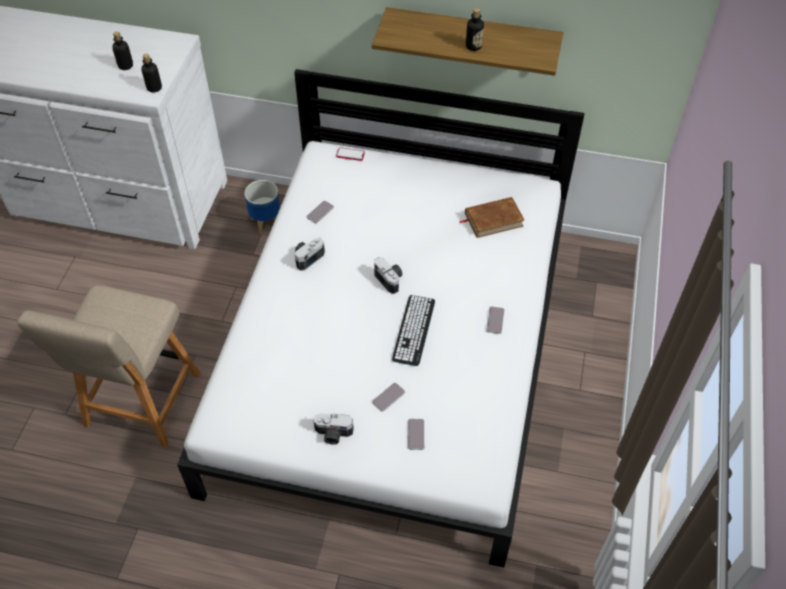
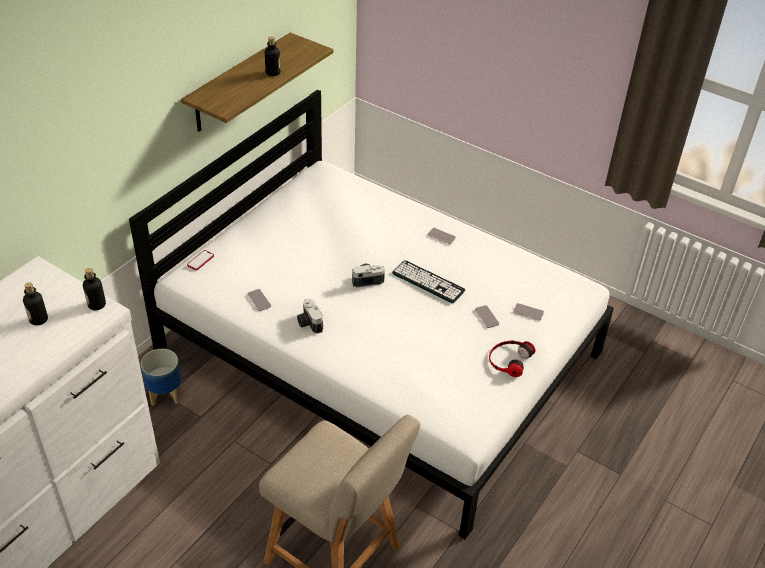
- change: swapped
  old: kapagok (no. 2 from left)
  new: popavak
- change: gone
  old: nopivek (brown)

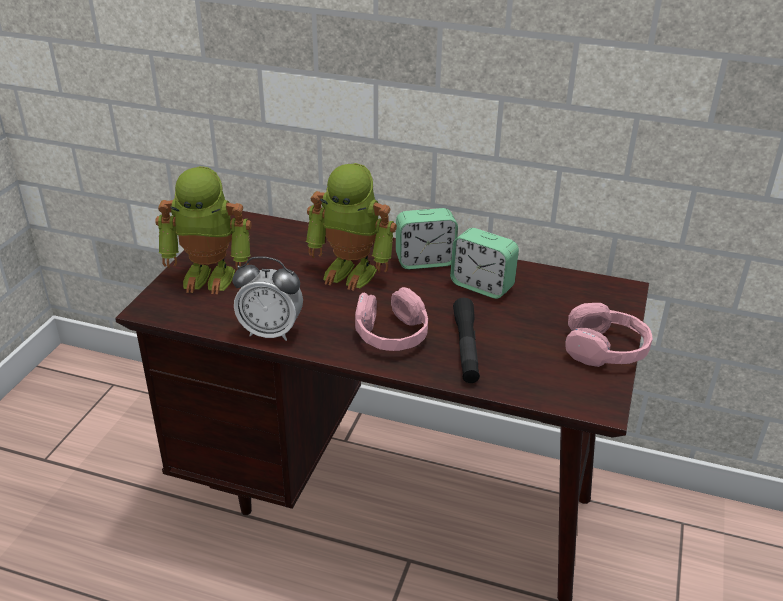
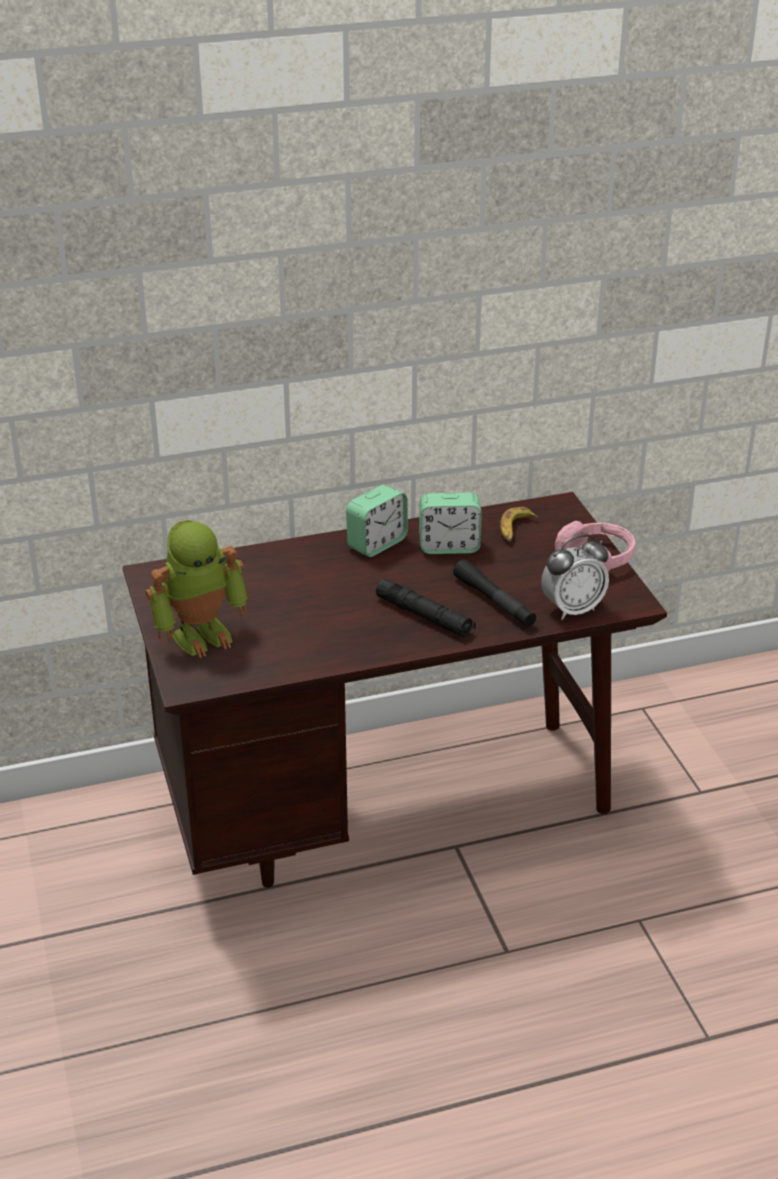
- change: shifted
  old: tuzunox (no. 1 from left in the first image)
  new: tuzunox (no. 3 from left)
- change: gone
  old: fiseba (no. 2 from left)
- change: swapped
  old: popavak (pink) (no. 1 from left)
  new: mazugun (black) (no. 1 from left)
- change: new
  new: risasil

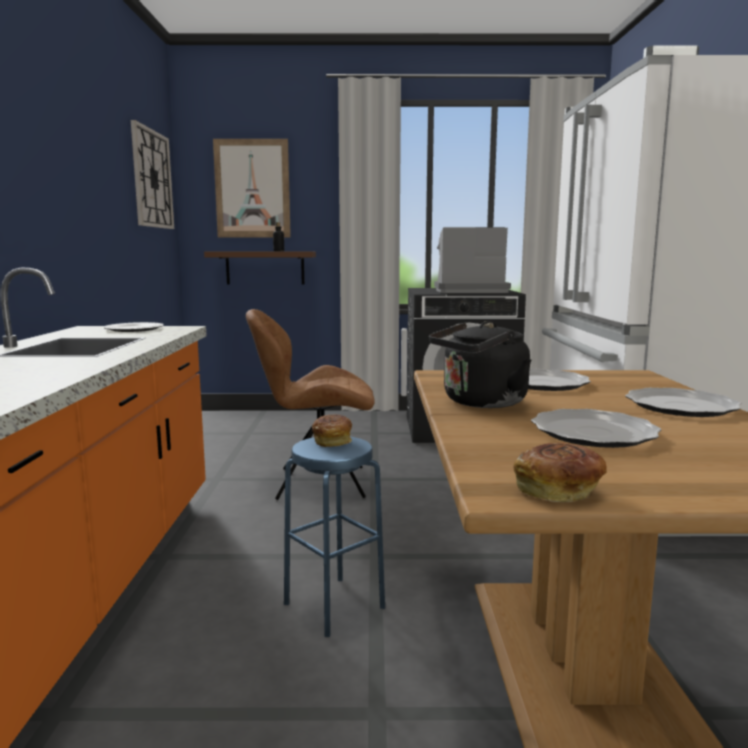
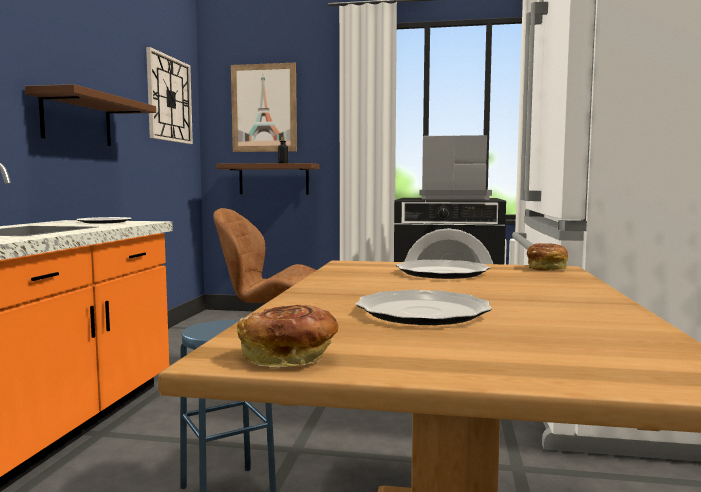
- change: shifted
  old: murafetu (no. 1 from left in the first image)
  new: murafetu (no. 2 from left)
- change: gone
  old: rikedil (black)
- change: gone
  old: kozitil (no. 4 from left)
- change: new
  new: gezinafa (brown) (no. 1 from left)

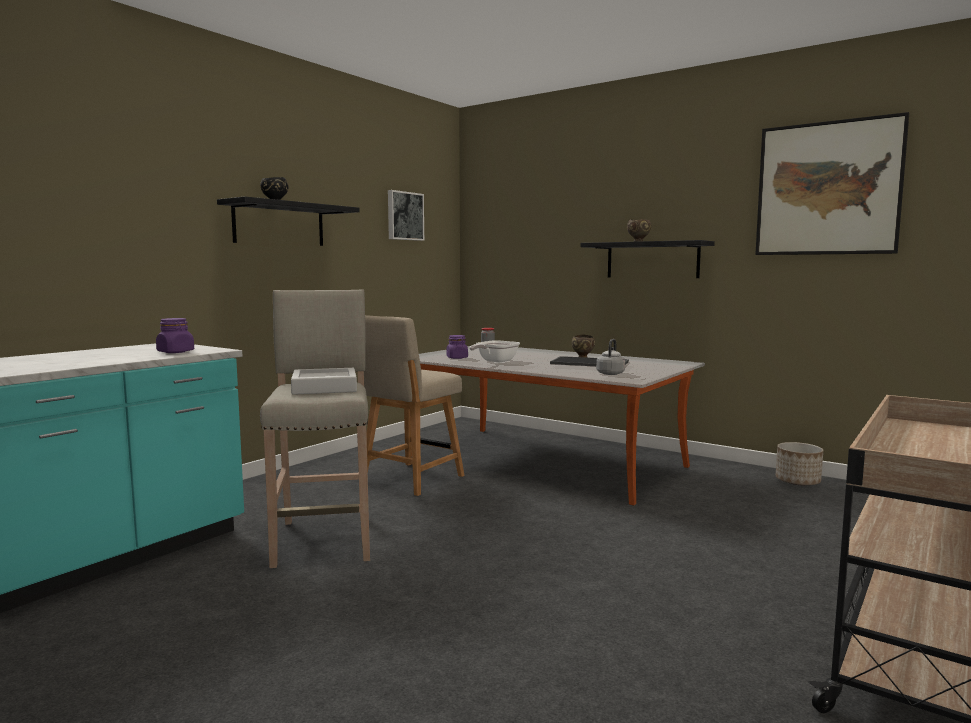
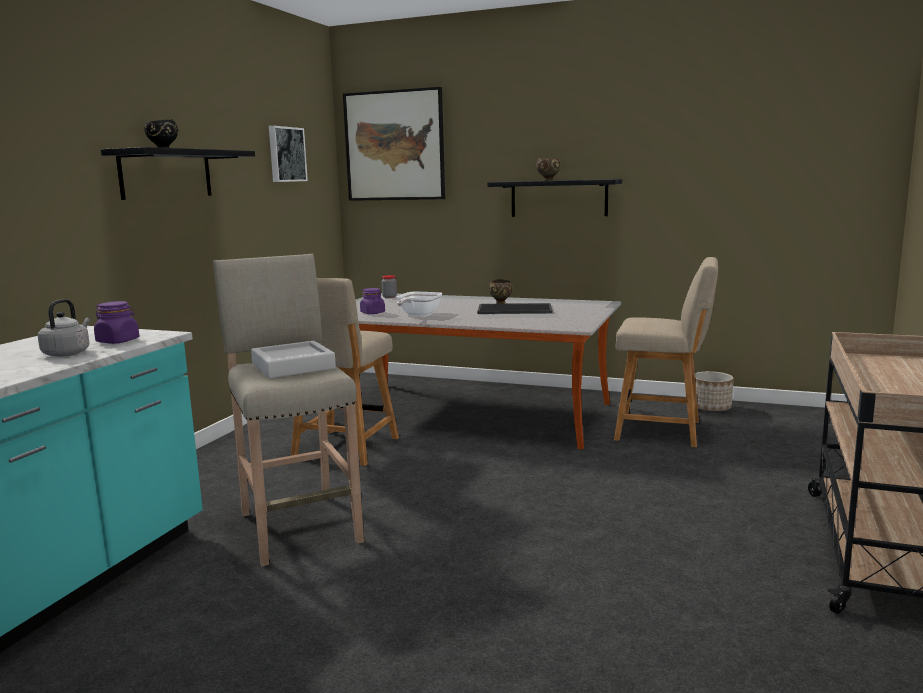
- change: shifted
  old: rikedil (grey)
- change: shifted
  old: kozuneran (no. 2 from left)
- change: new
  new: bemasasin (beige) (no. 2 from left)

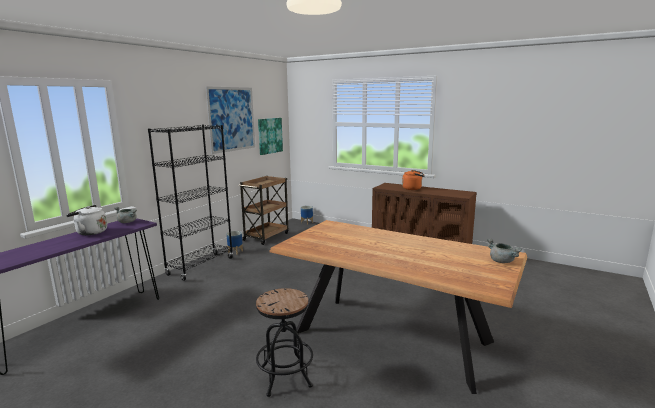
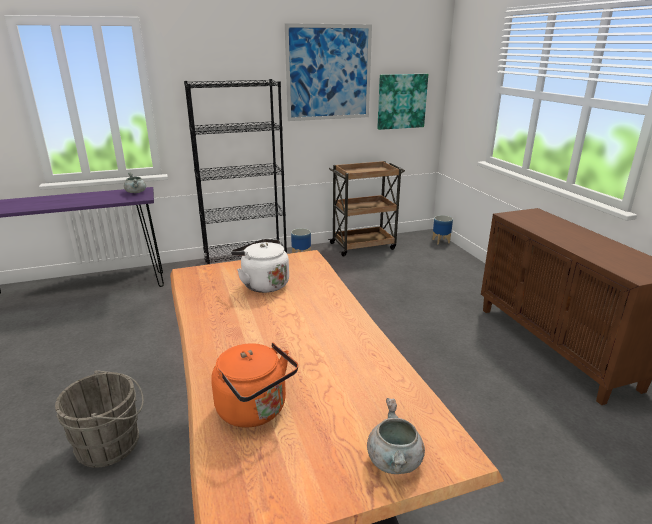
- change: shifted
  old: rikedil (white)
- change: swapped
  old: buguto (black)
  new: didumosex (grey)
- change: shifted
  old: rikedil (orange)

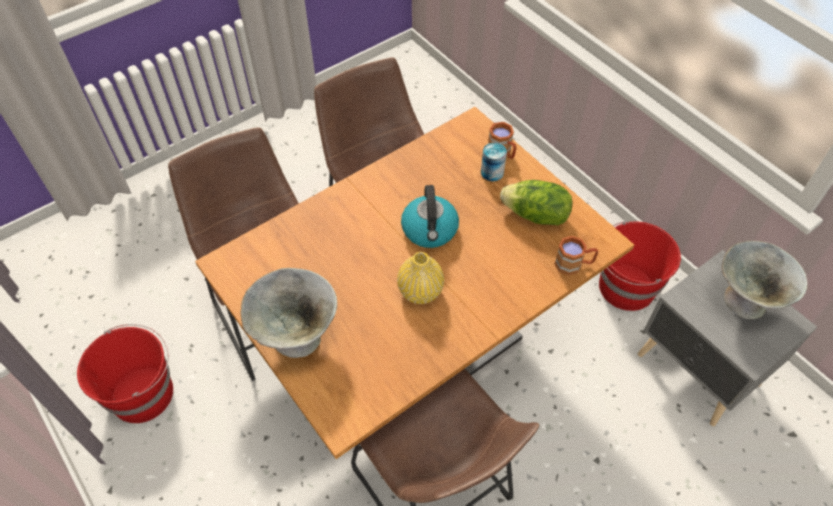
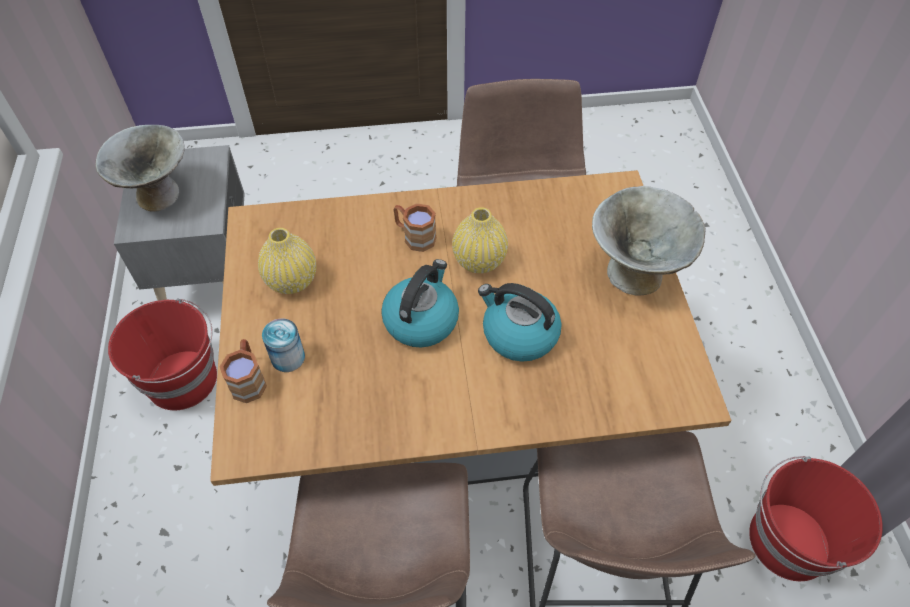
- change: swapped
  old: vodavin
  new: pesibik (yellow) (no. 1 from left)
- change: shifted
  old: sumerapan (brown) (no. 2 from left)
- change: new
  new: rikedil (no. 2 from left)

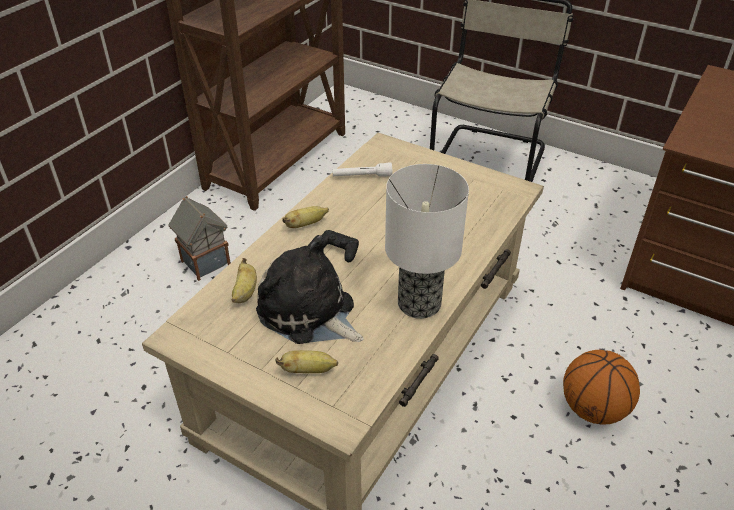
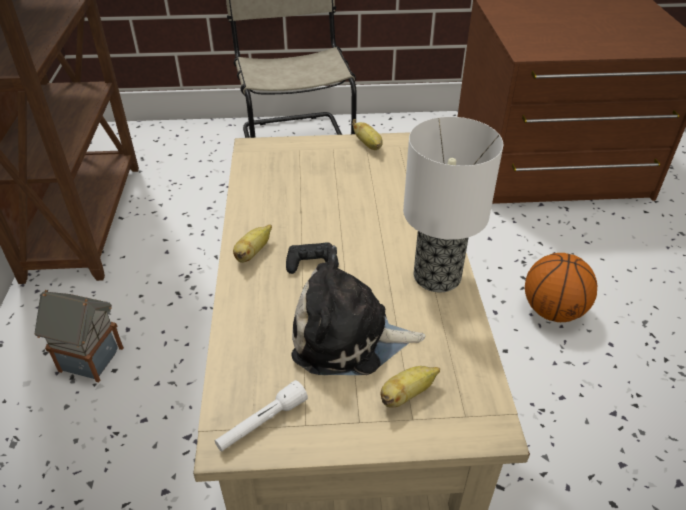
- change: shifted
  old: risasil (no. 1 from left in the first image)
  new: risasil (no. 2 from left)
- change: shifted
  old: mazugun (white)

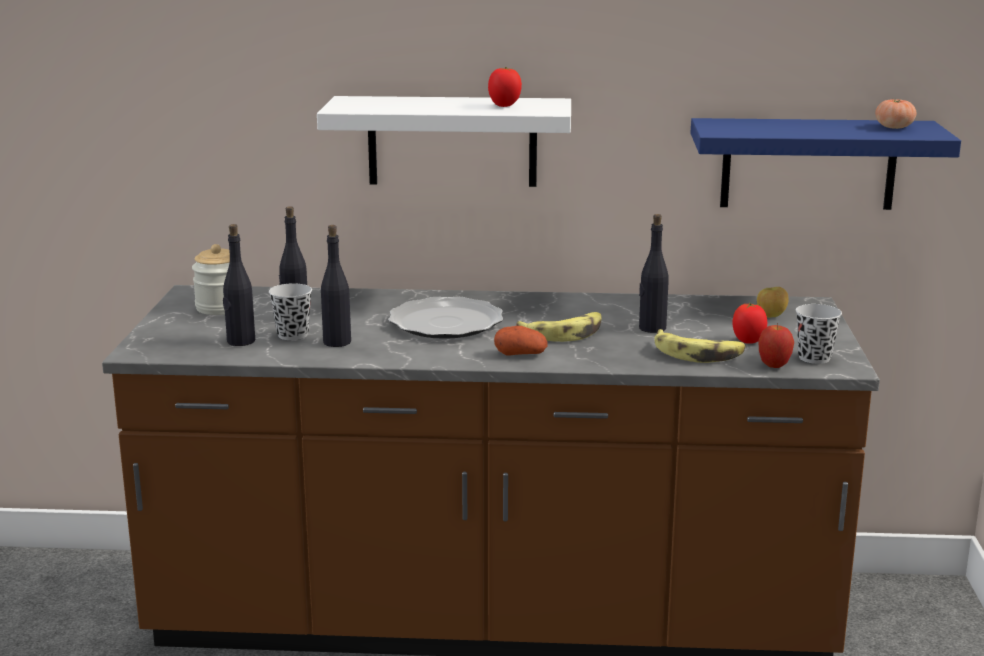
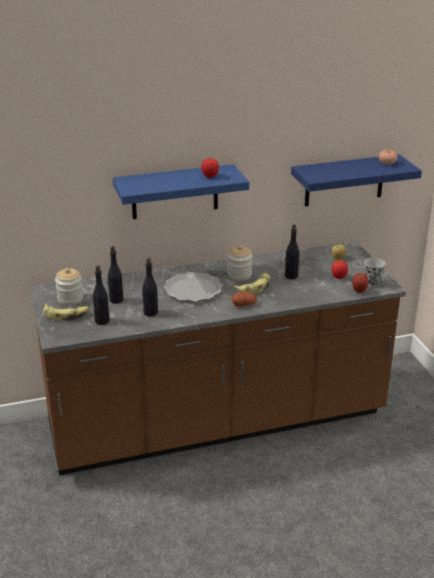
- change: gone
  old: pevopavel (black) (no. 1 from left)
- change: repainted
  old: gezinafa (white)
  new: gezinafa (blue) (no. 1 from left)
- change: shifted
  old: risasil (no. 2 from left in the first image)
  new: risasil (no. 1 from left)
- change: new
  new: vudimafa (no. 2 from left)

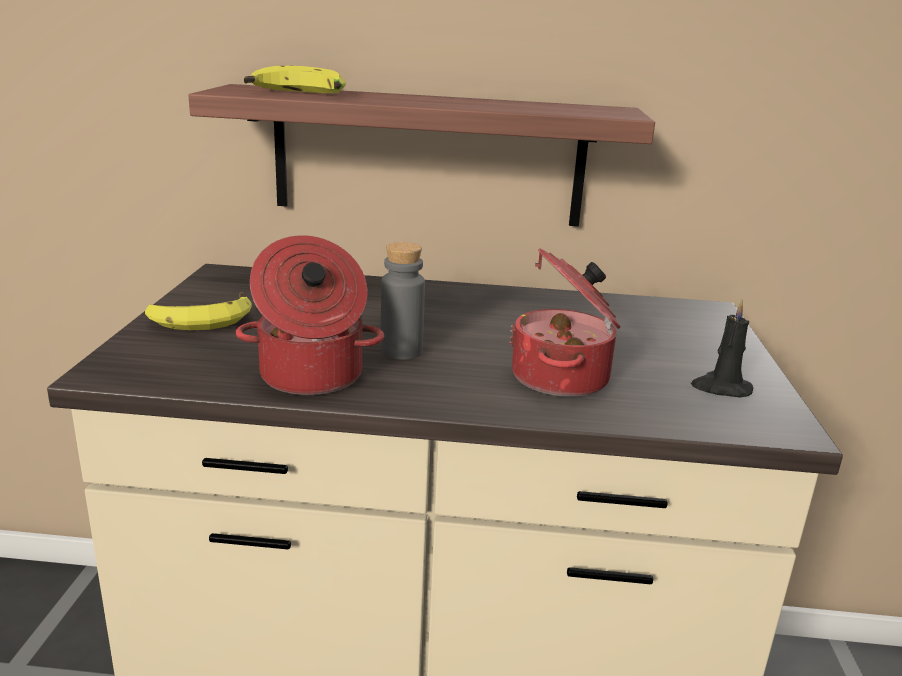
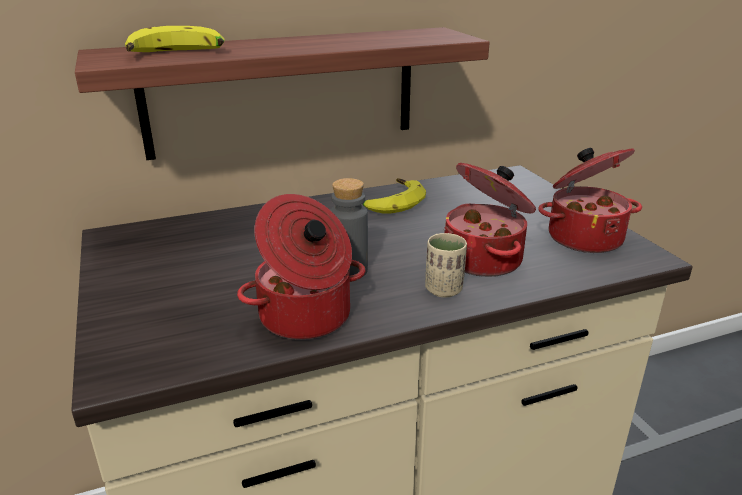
- change: shifted
  old: risasil (no. 1 from left in the first image)
  new: risasil (no. 2 from left)
- change: swapped
  old: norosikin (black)
  new: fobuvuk (no. 3 from left)
- change: new
  new: pevopavel (beige)

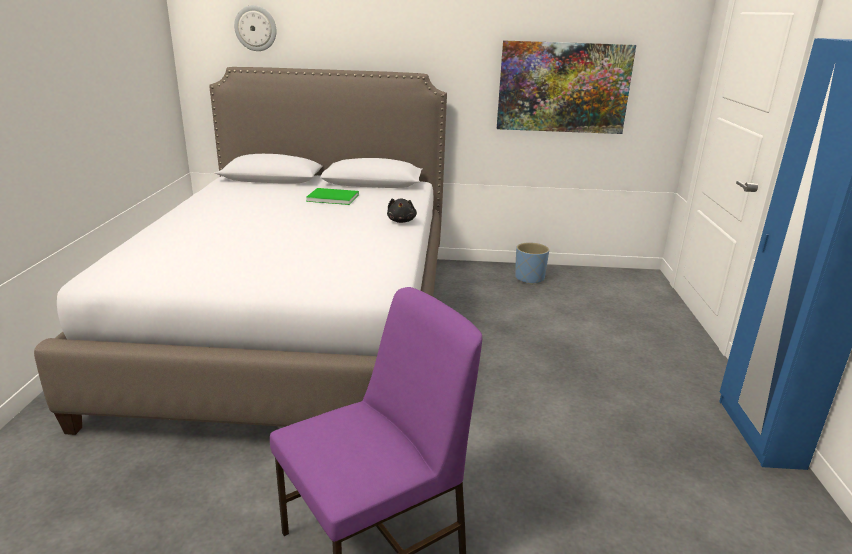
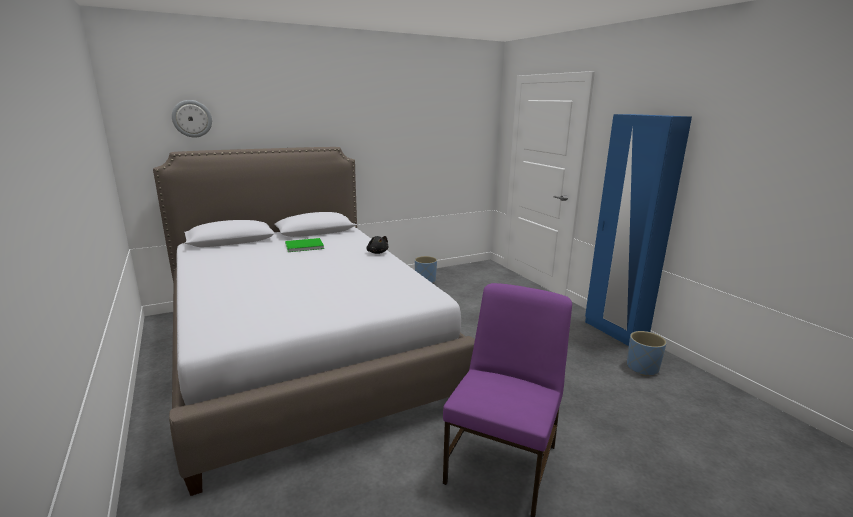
- change: gone
  old: kozuneran
- change: new
  new: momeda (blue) (no. 2 from left)

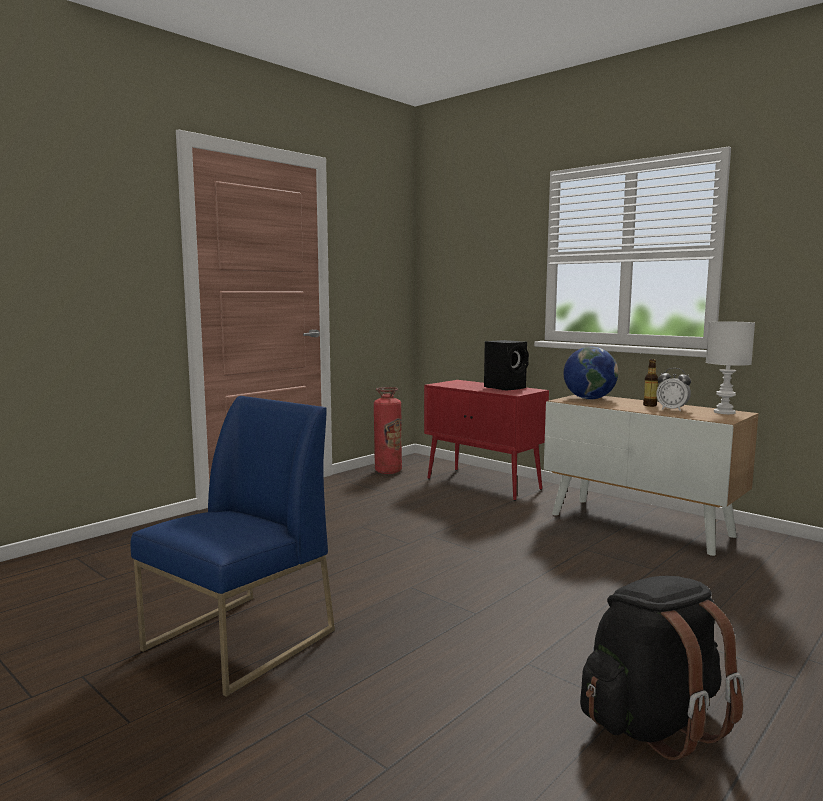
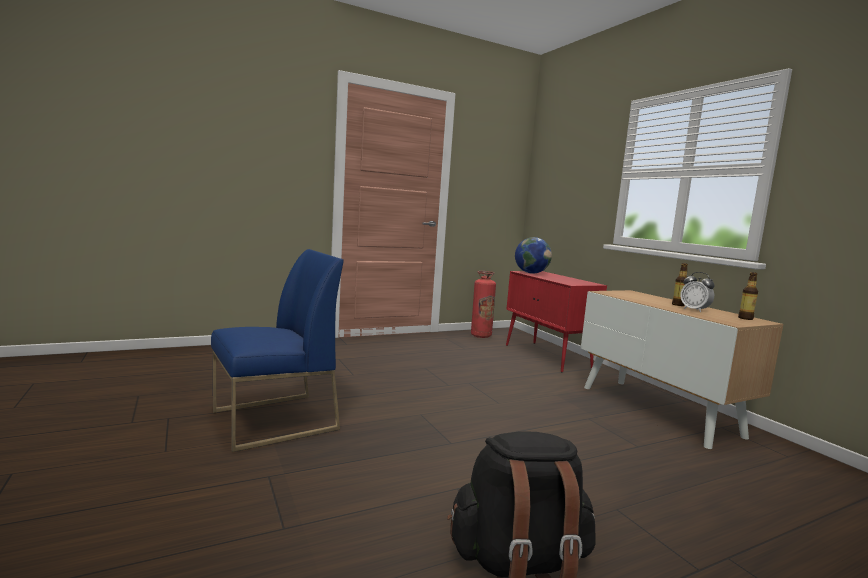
- change: gone
  old: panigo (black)
- change: shifted
  old: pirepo
- change: swapped
  old: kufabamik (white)
  new: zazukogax (no. 2 from left)

